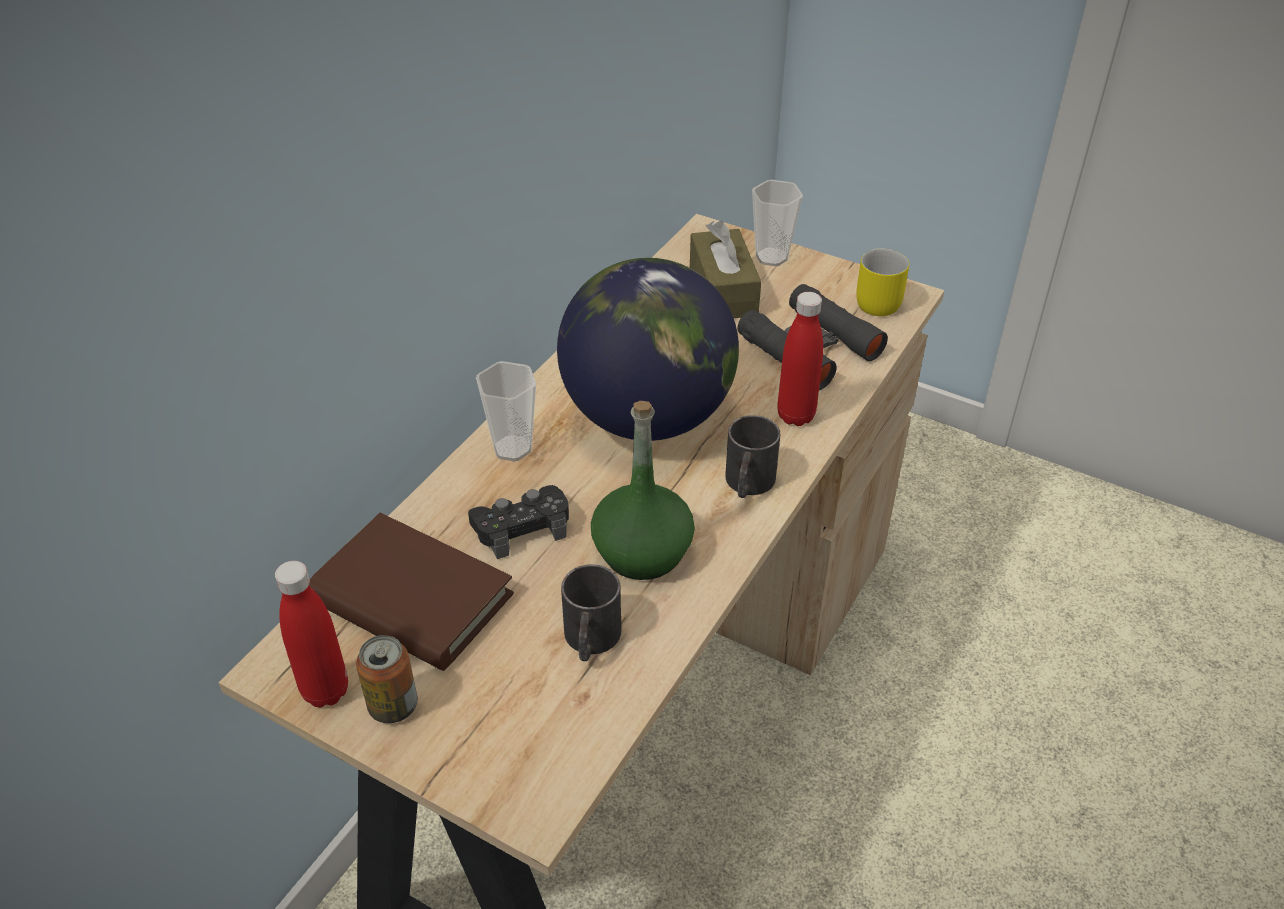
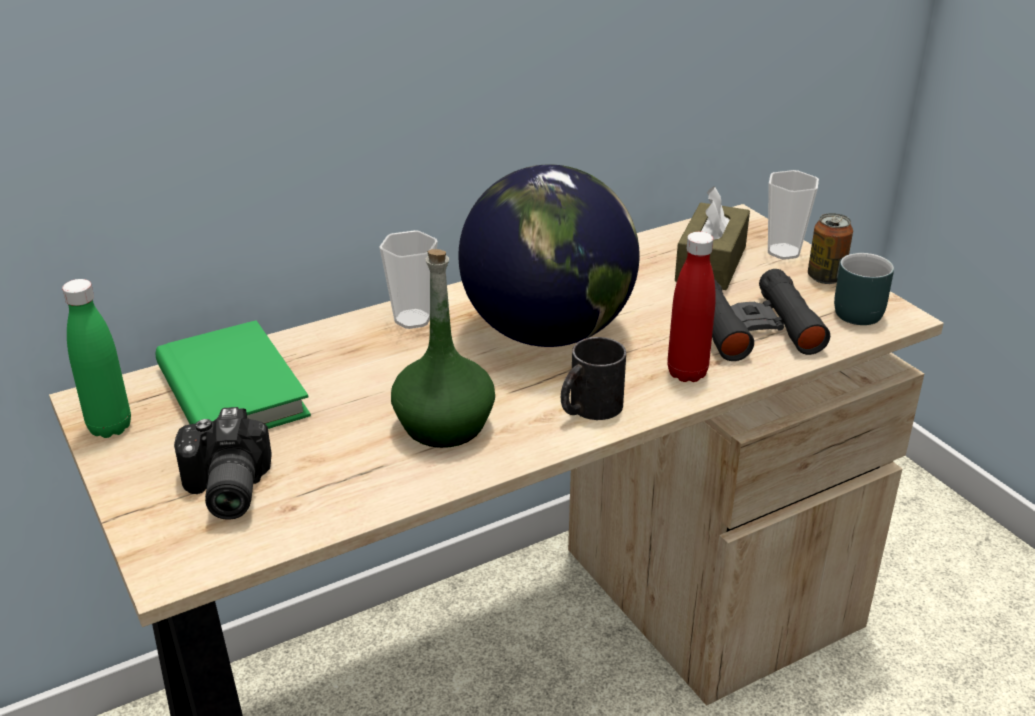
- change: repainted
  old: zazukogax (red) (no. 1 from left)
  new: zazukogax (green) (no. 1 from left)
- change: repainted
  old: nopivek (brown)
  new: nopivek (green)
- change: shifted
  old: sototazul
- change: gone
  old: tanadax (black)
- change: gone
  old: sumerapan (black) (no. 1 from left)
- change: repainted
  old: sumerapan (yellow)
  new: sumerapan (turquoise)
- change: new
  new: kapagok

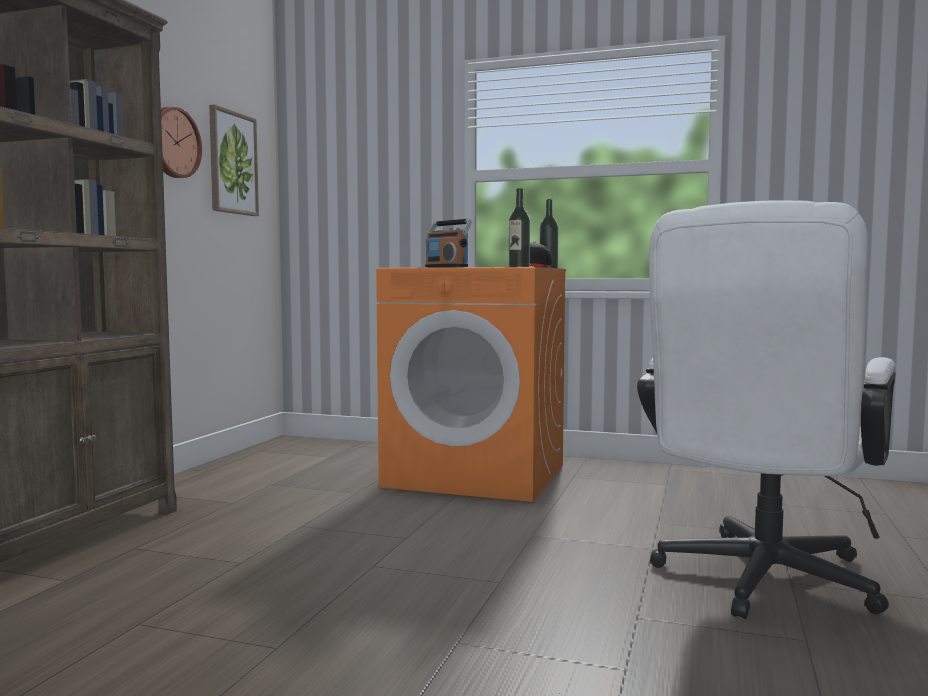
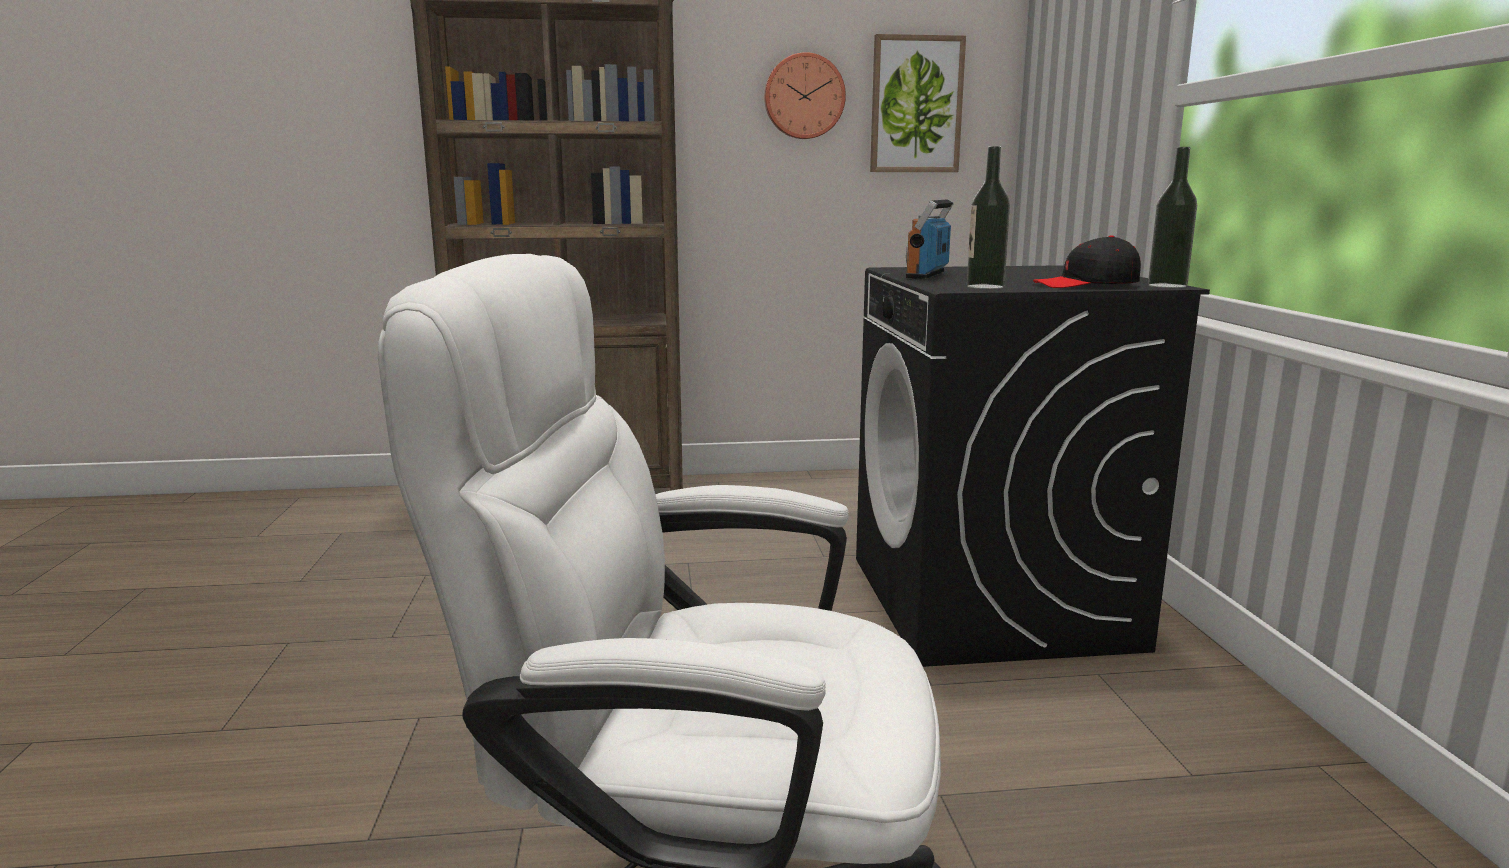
- change: repainted
  old: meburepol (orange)
  new: meburepol (black)

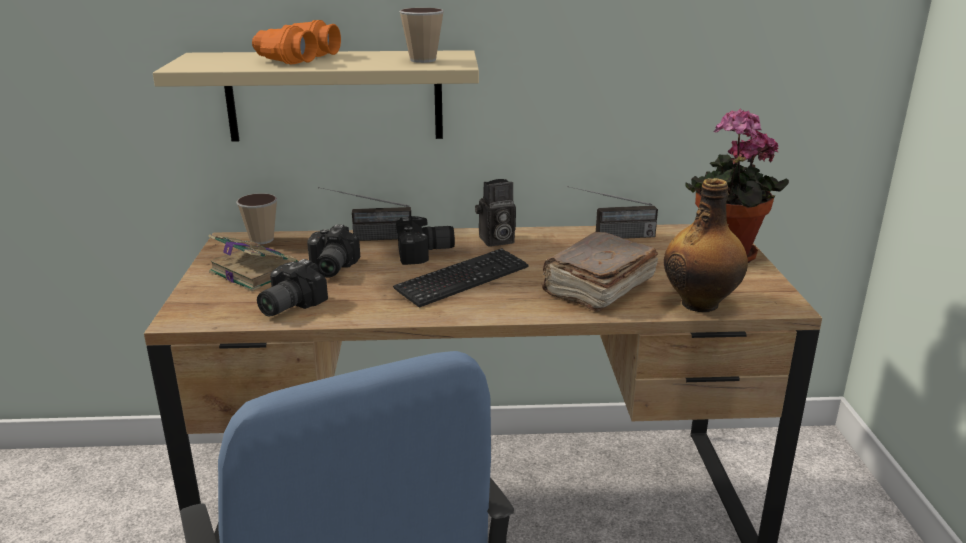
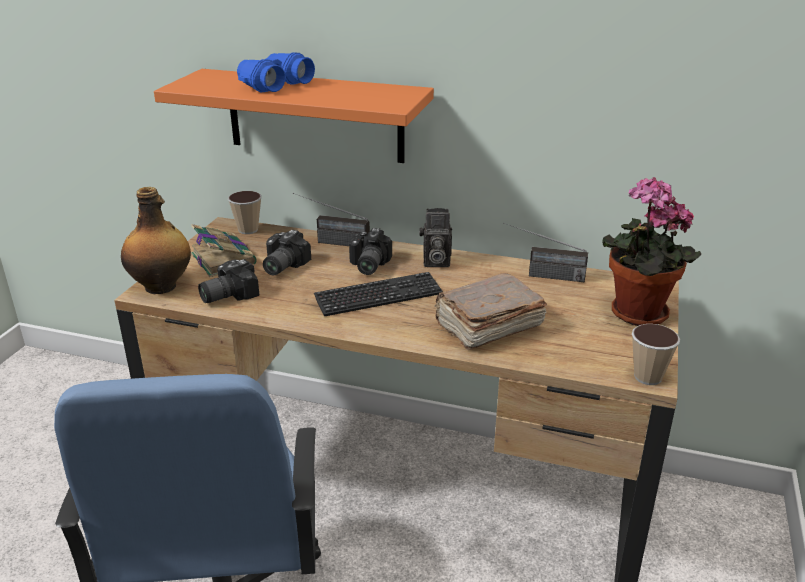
- change: repainted
  old: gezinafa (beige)
  new: gezinafa (orange)
- change: repainted
  old: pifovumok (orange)
  new: pifovumok (blue)
- change: rotated
  old: kapagok (no. 3 from left)
  degrees: 90
- change: shifted
  old: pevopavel (no. 2 from left)
- change: shifted
  old: zazukogax

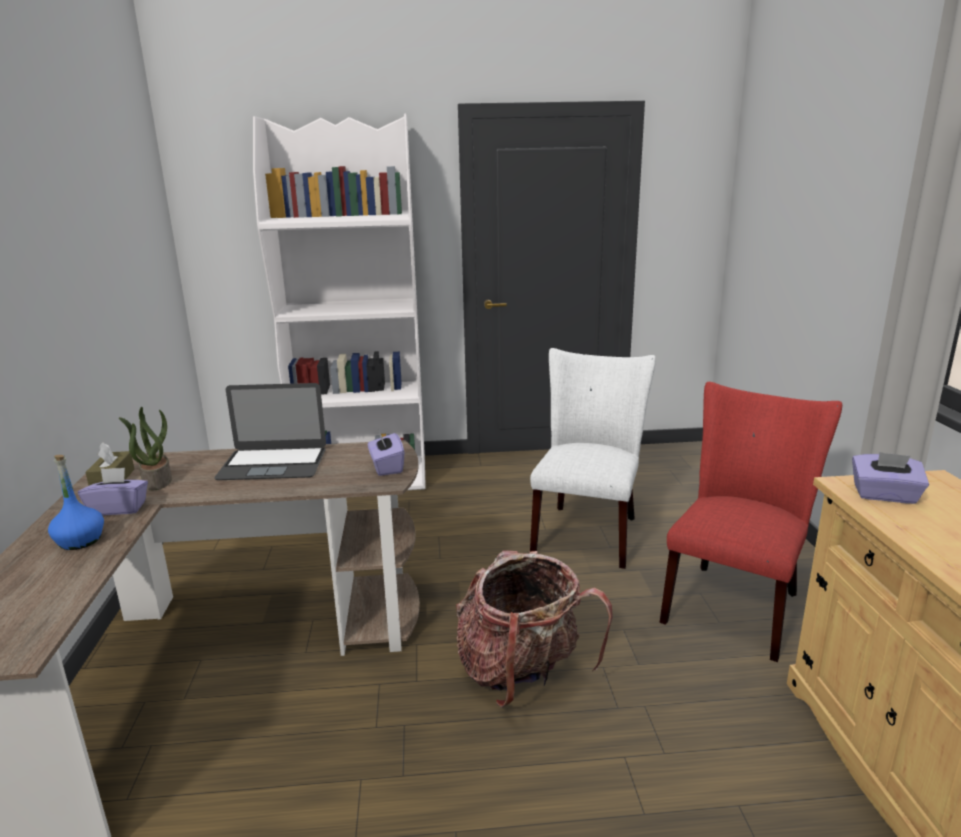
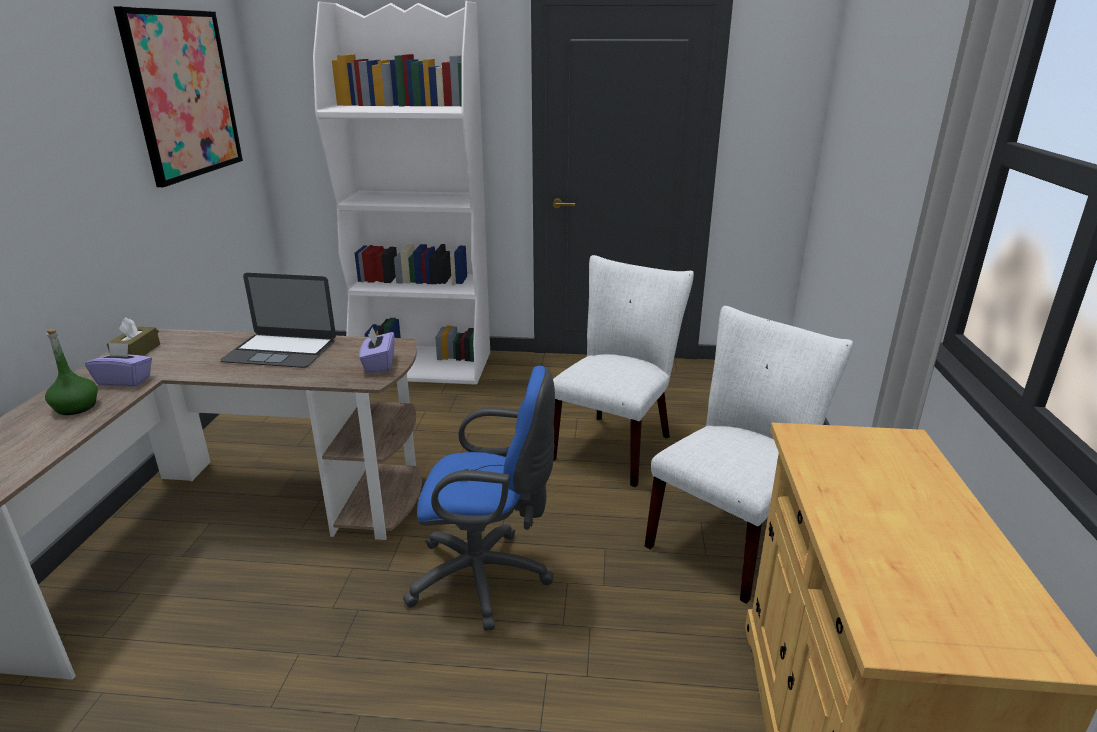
- change: repainted
  old: zazukogax (blue)
  new: zazukogax (green)
- change: gone
  old: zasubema
- change: swapped
  old: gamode
  new: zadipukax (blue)
- change: repainted
  old: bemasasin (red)
  new: bemasasin (white) (no. 2 from left)
- change: gone
  old: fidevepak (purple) (no. 3 from left)
- change: new
  new: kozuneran

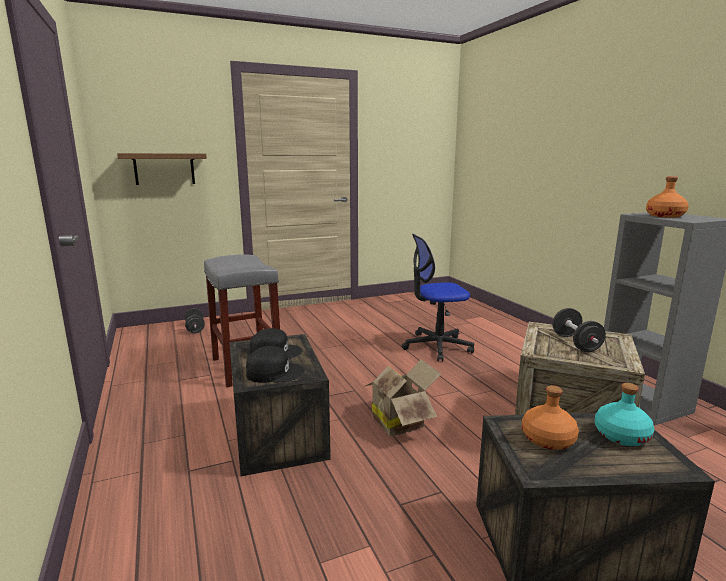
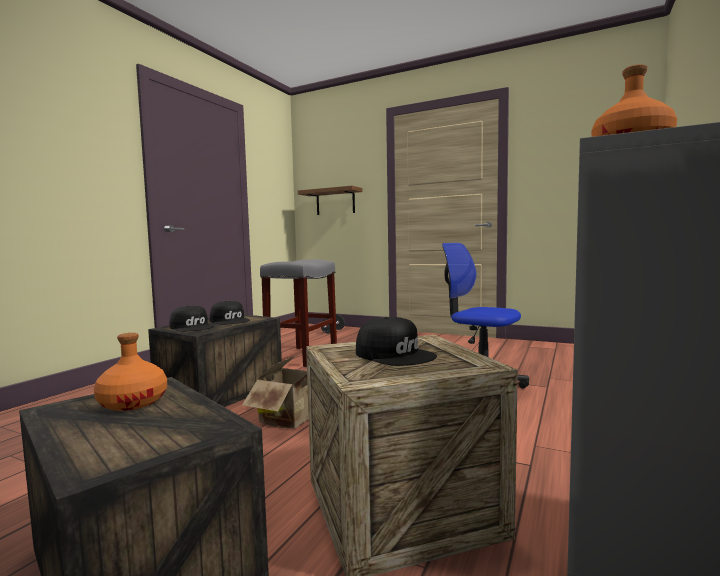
- change: swapped
  old: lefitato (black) (no. 2 from left)
  new: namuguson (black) (no. 3 from left)
- change: gone
  old: zazukogax (turquoise)

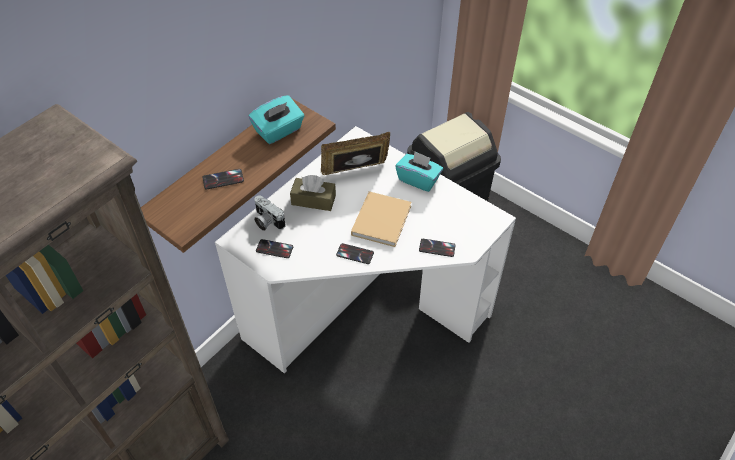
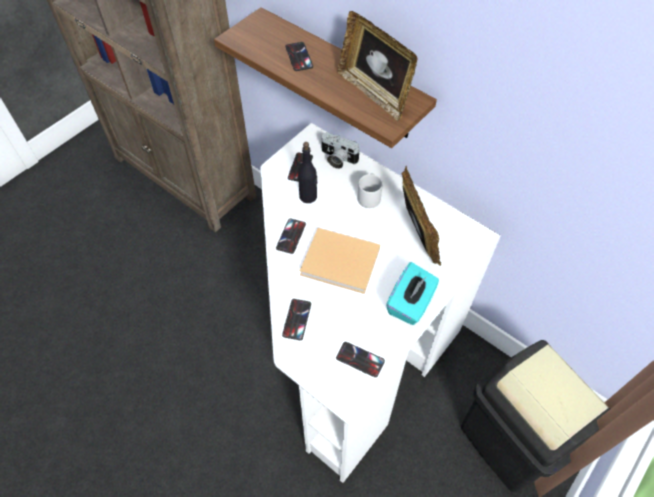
- change: swapped
  old: fidevepak (turquoise) (no. 1 from left)
  new: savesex (no. 1 from left)
- change: rotated
  old: kapagok
  degrees: -105
- change: swapped
  old: fidevepak (brown)
  new: sumerapan (grey)
- change: new
  new: zazukogax (black)
- change: new
  new: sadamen (no. 5 from left)

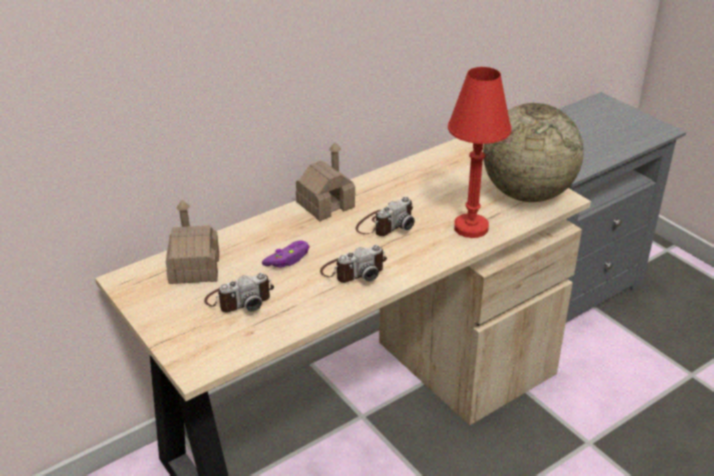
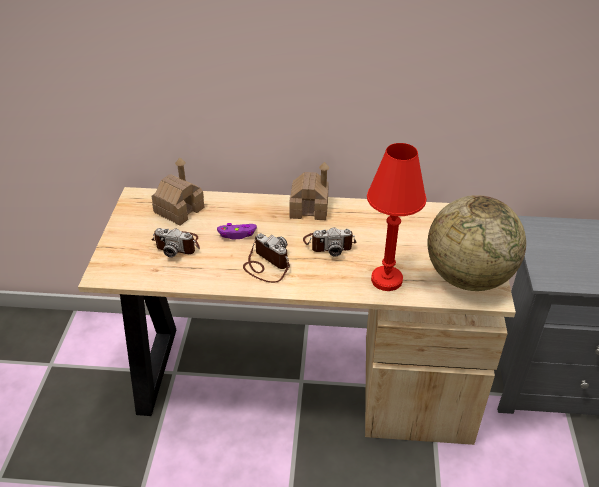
- change: rotated
  old: kapagok (no. 2 from left)
  degrees: -150

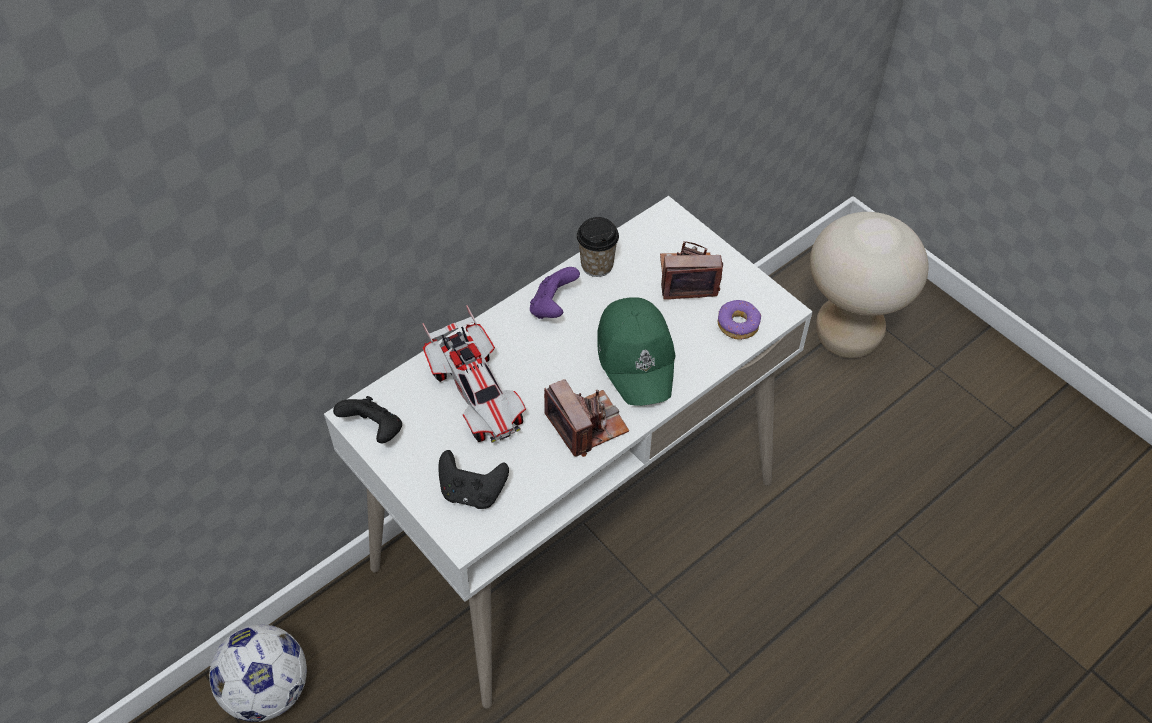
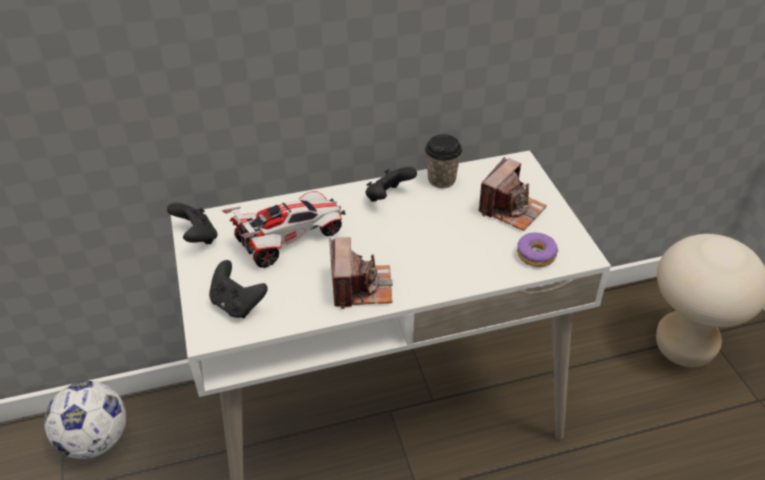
- change: rotated
  old: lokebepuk
  degrees: -120
- change: repainted
  old: tanadax (purple)
  new: tanadax (black) (no. 3 from left)
- change: gone
  old: namuguson (green)
- change: rotated
  old: kapagok (no. 2 from left)
  degrees: 105

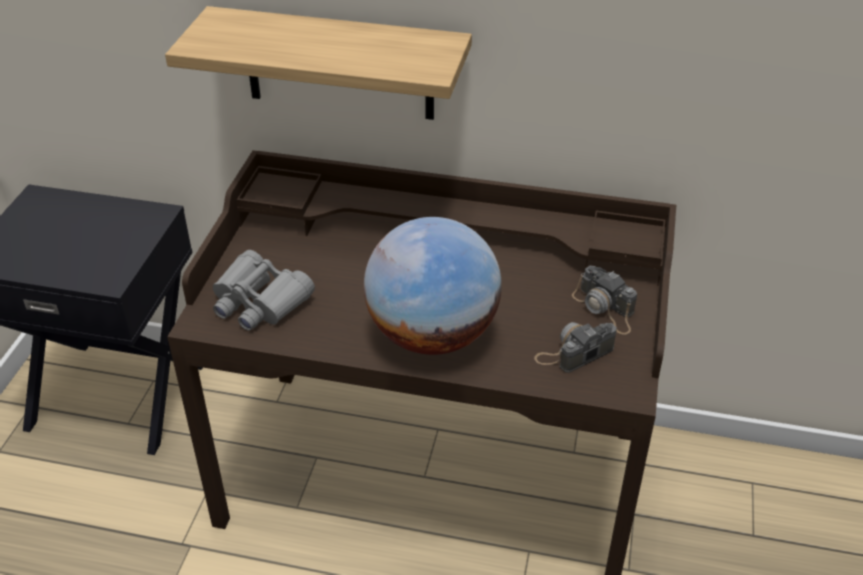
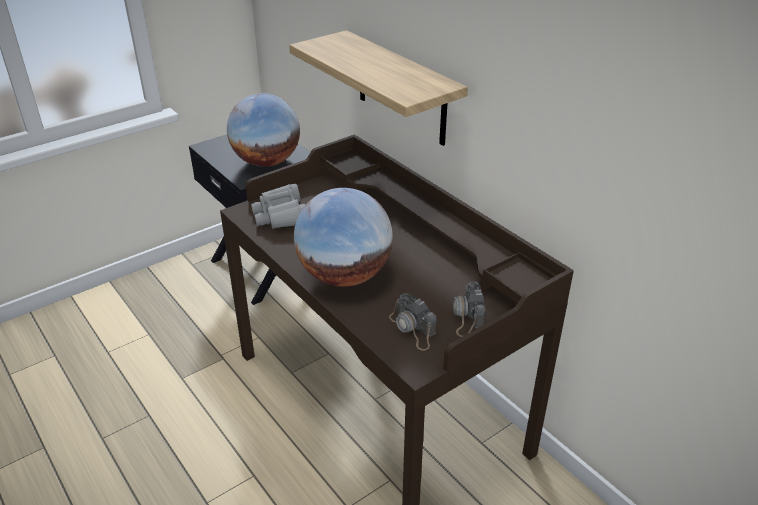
- change: rotated
  old: kapagok (no. 1 from left)
  degrees: -135
- change: new
  new: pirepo (no. 1 from left)

